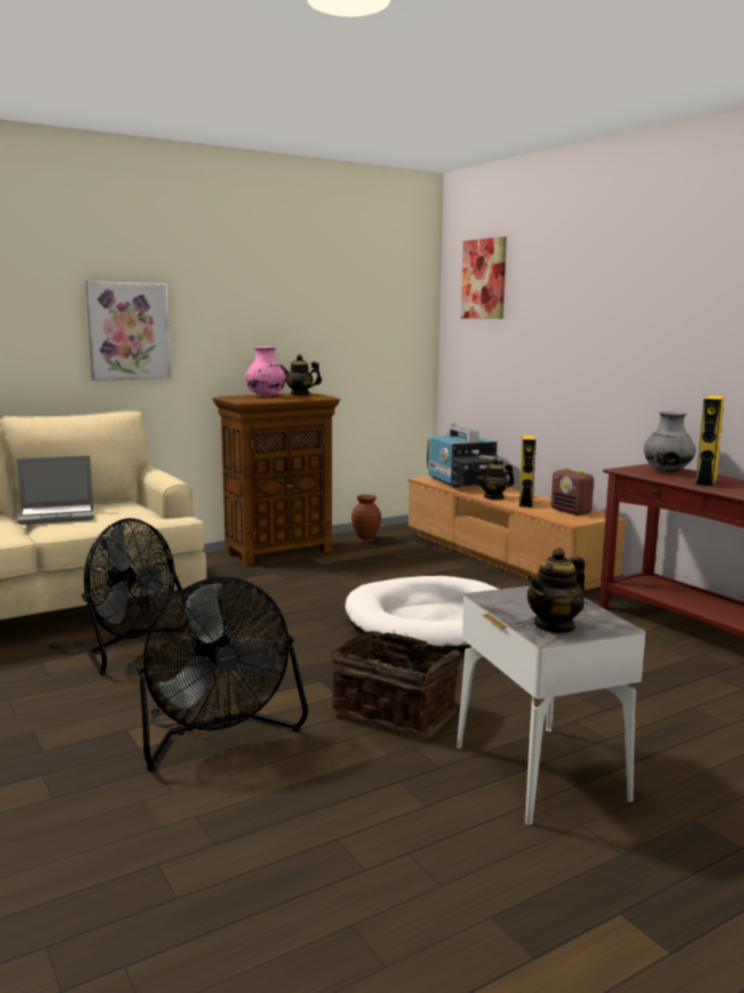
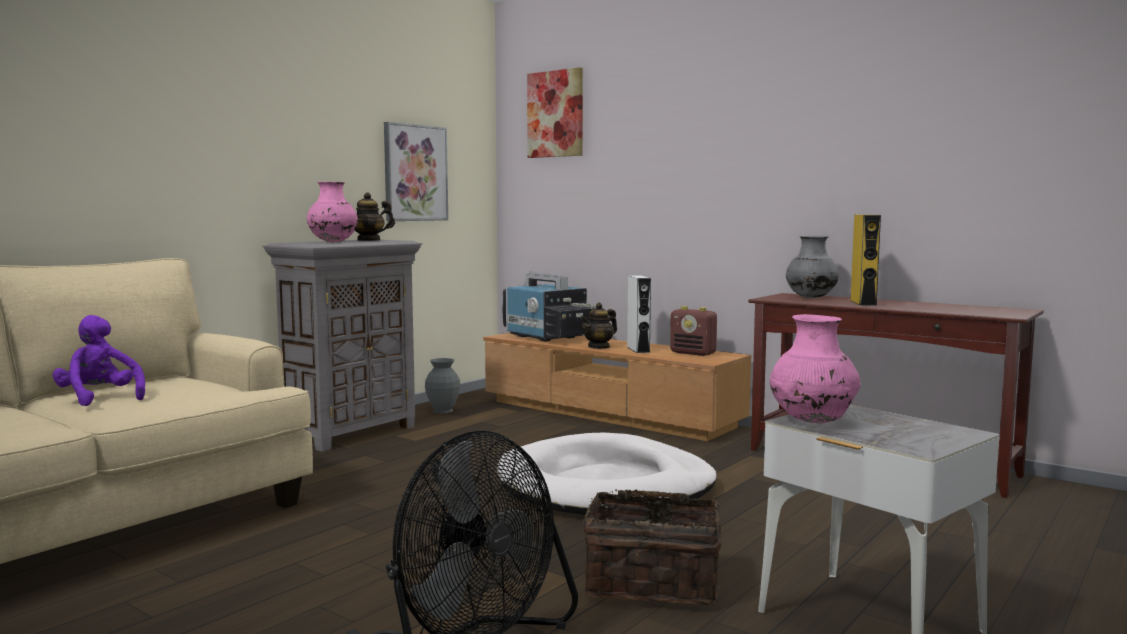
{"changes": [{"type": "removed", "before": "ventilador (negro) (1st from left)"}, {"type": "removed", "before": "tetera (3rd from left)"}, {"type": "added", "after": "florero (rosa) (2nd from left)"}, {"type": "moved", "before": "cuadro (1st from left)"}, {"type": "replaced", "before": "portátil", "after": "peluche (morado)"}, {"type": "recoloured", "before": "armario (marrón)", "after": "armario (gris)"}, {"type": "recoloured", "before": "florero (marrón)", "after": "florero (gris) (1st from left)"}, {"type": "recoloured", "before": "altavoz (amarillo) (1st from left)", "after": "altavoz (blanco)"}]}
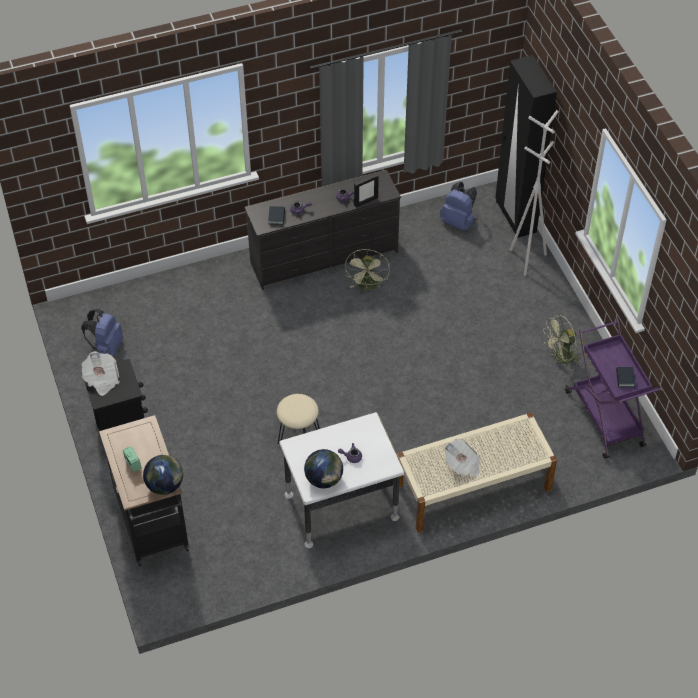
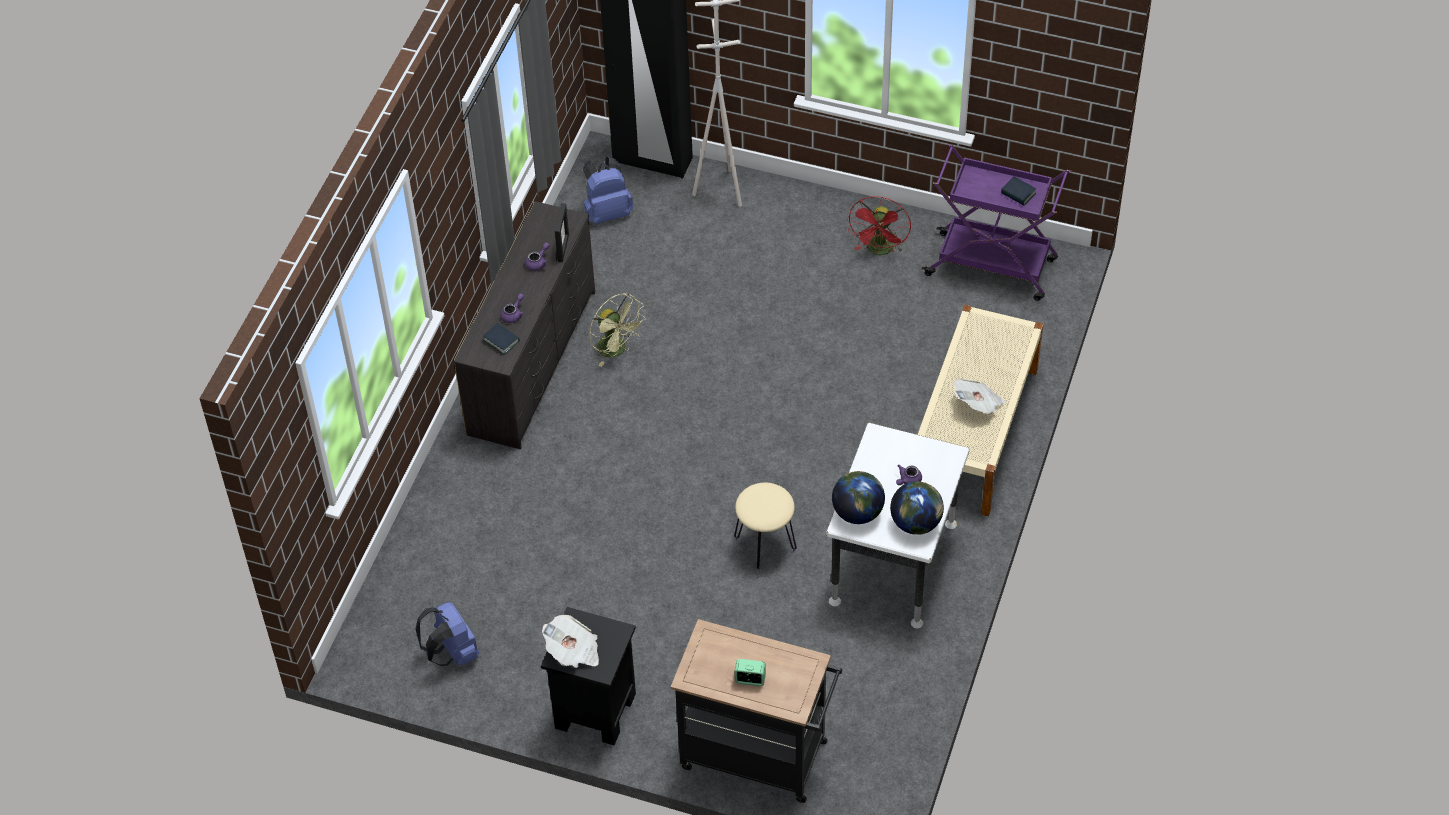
{"changes": [{"type": "moved", "before": "globo terráqueo (1st from left)"}, {"type": "recoloured", "before": "ventilador (verde) (2nd from left)", "after": "ventilador (rojo)"}]}
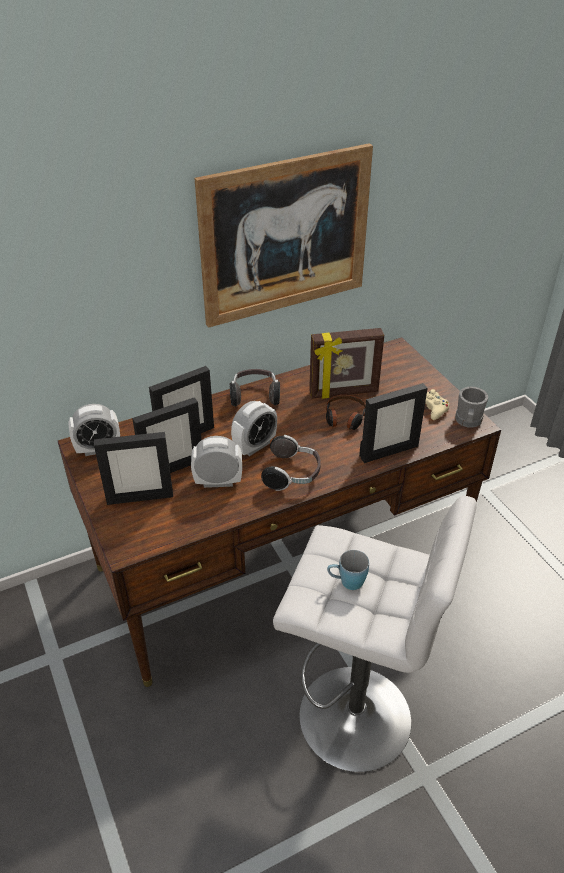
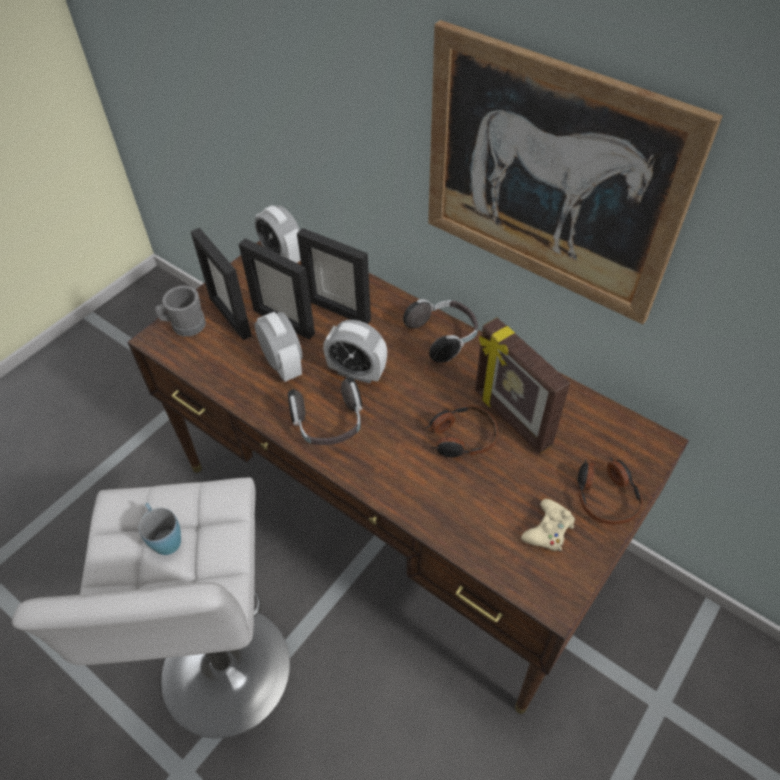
{"changes": [{"type": "removed", "before": "portarretratos (5th from left)"}, {"type": "added", "after": "auriculares (4th from left)"}, {"type": "moved", "before": "taza grande (gris)"}]}
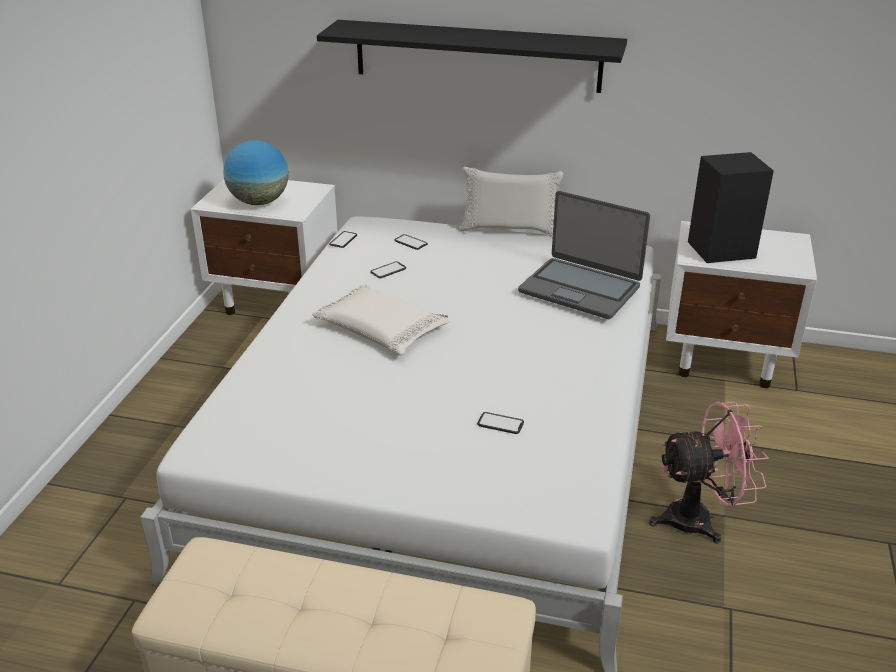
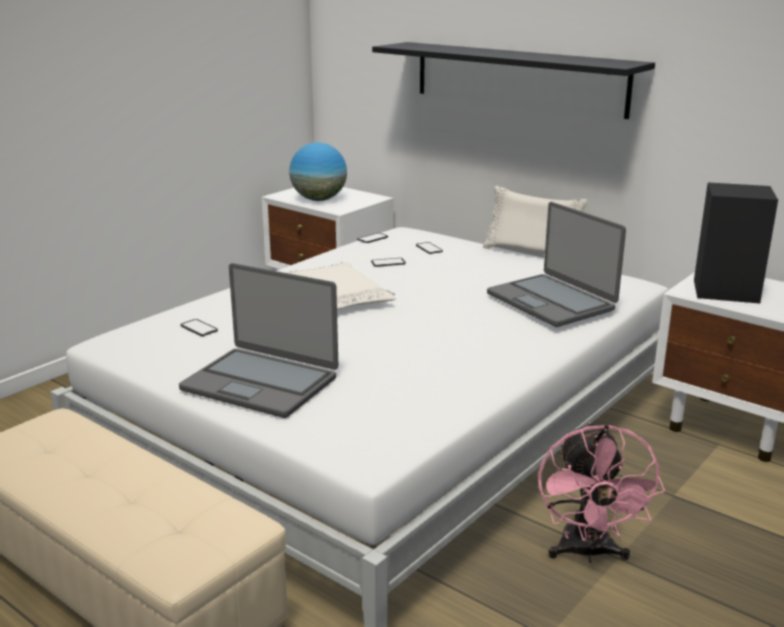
{"changes": [{"type": "added", "after": "portátil (1st from left)"}, {"type": "moved", "before": "móvil (4th from left in the first image)", "after": "móvil (1st from left)"}, {"type": "turned", "before": "ventilador (rosa)", "turn": 75}]}
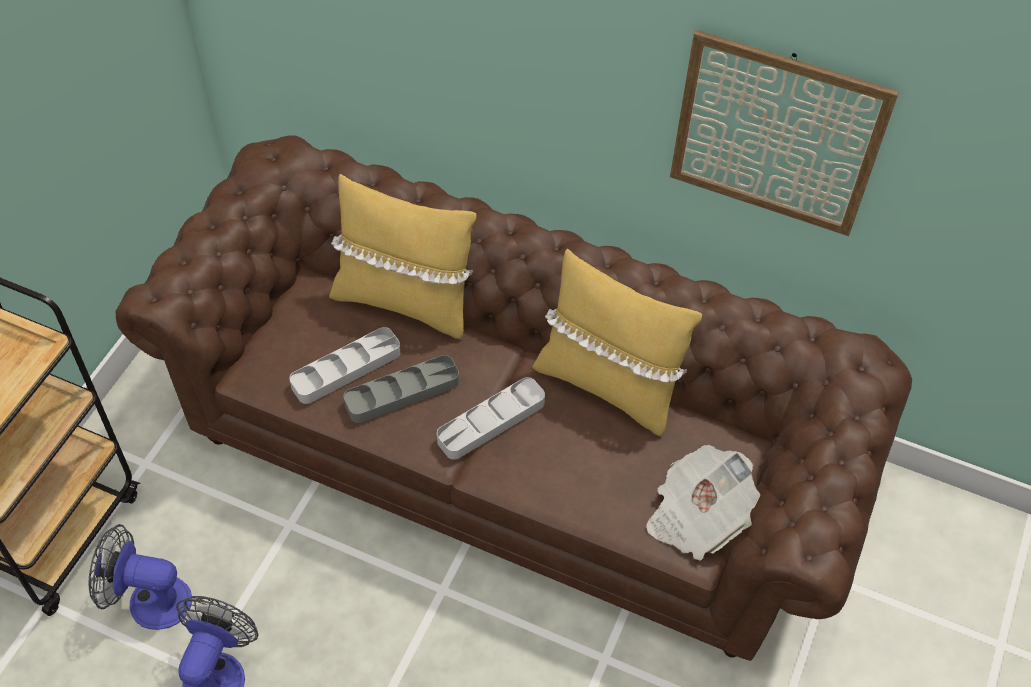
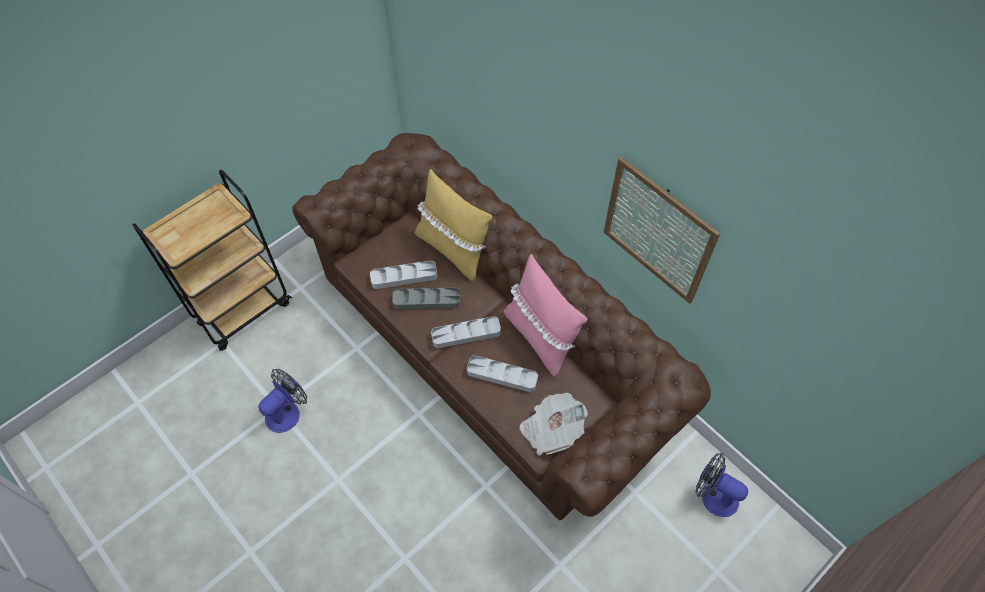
{"changes": [{"type": "added", "after": "bandeja (gris) (4th from left)"}, {"type": "moved", "before": "ventilador (1st from left in the first image)", "after": "ventilador (2nd from left)"}, {"type": "recoloured", "before": "cojín (amarillo) (2nd from left)", "after": "cojín (rosa)"}]}
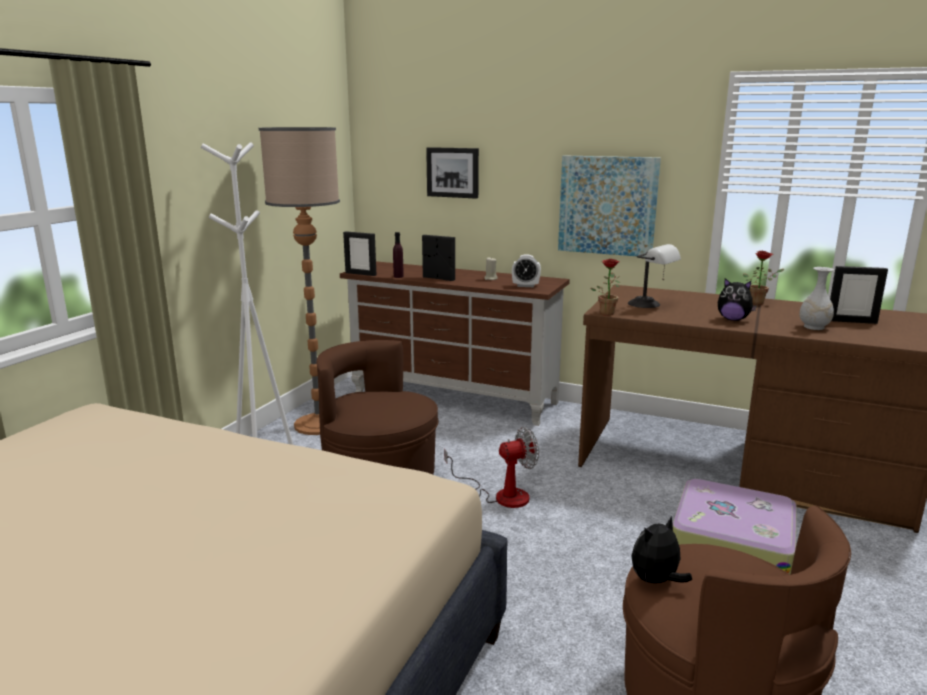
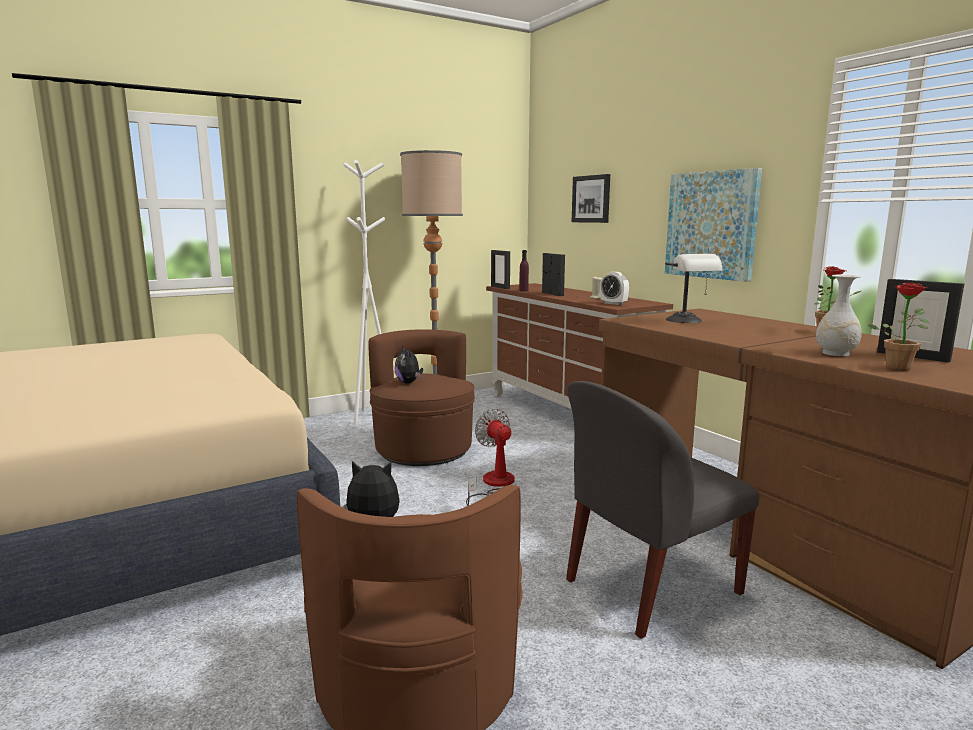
{"changes": [{"type": "moved", "before": "planta en maceta (1st from left in the first image)", "after": "planta en maceta (2nd from left)"}, {"type": "moved", "before": "peluche (2nd from left)"}, {"type": "replaced", "before": "maleta", "after": "silla (gris)"}, {"type": "turned", "before": "ventilador", "turn": -135}]}
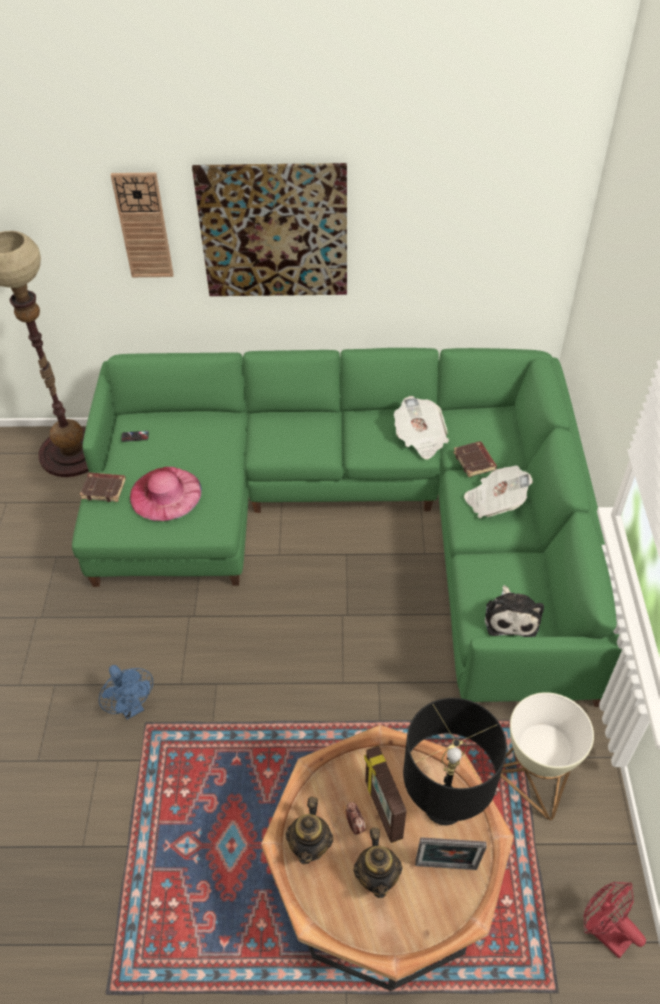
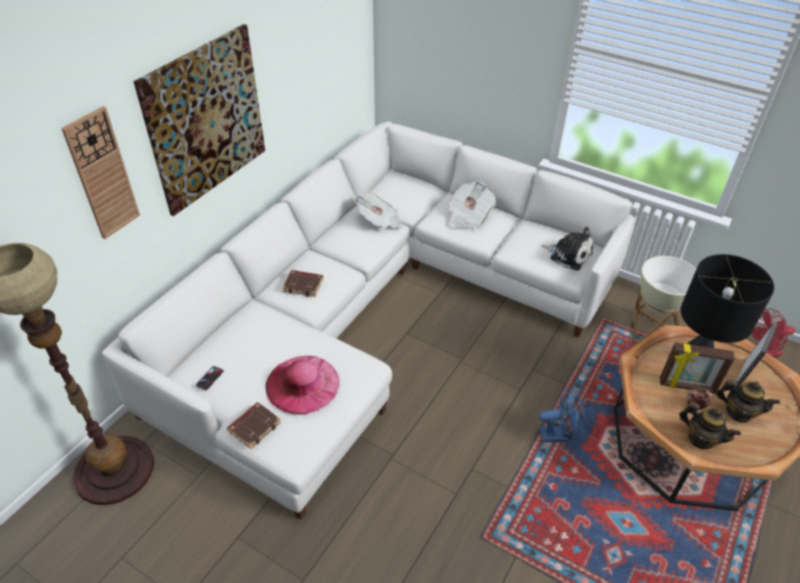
{"changes": [{"type": "moved", "before": "ventilador (azul)"}, {"type": "moved", "before": "libro (marrón) (2nd from left)"}, {"type": "recoloured", "before": "sofá (verde)", "after": "sofá (blanco)"}]}
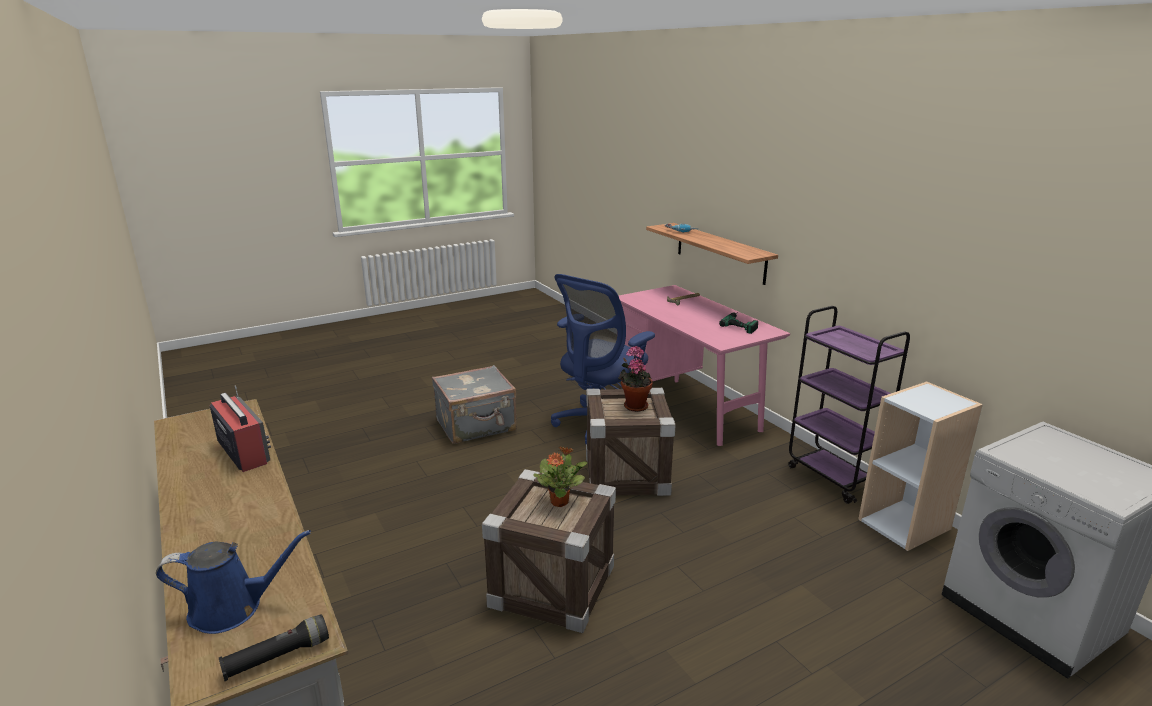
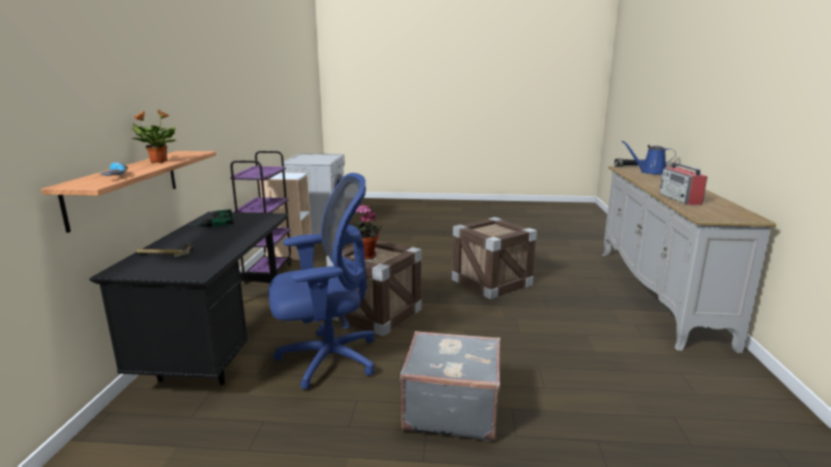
{"changes": [{"type": "moved", "before": "planta en maceta (1st from left)"}, {"type": "recoloured", "before": "escritorio (rosa)", "after": "escritorio (negro)"}]}
